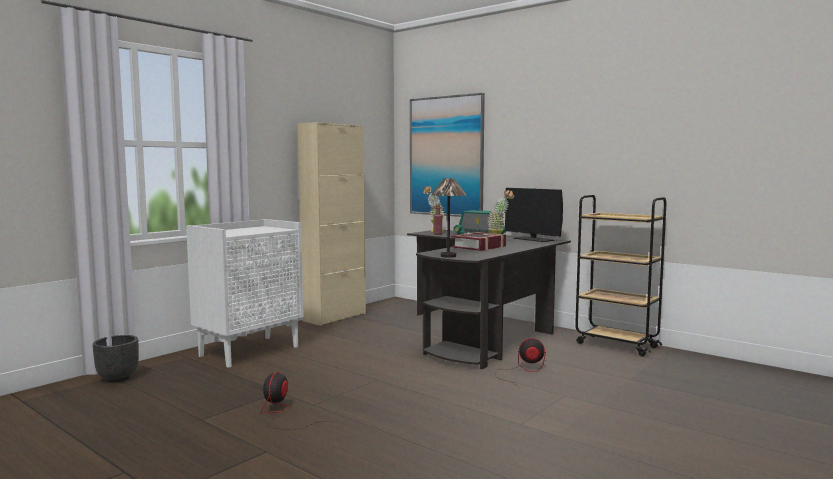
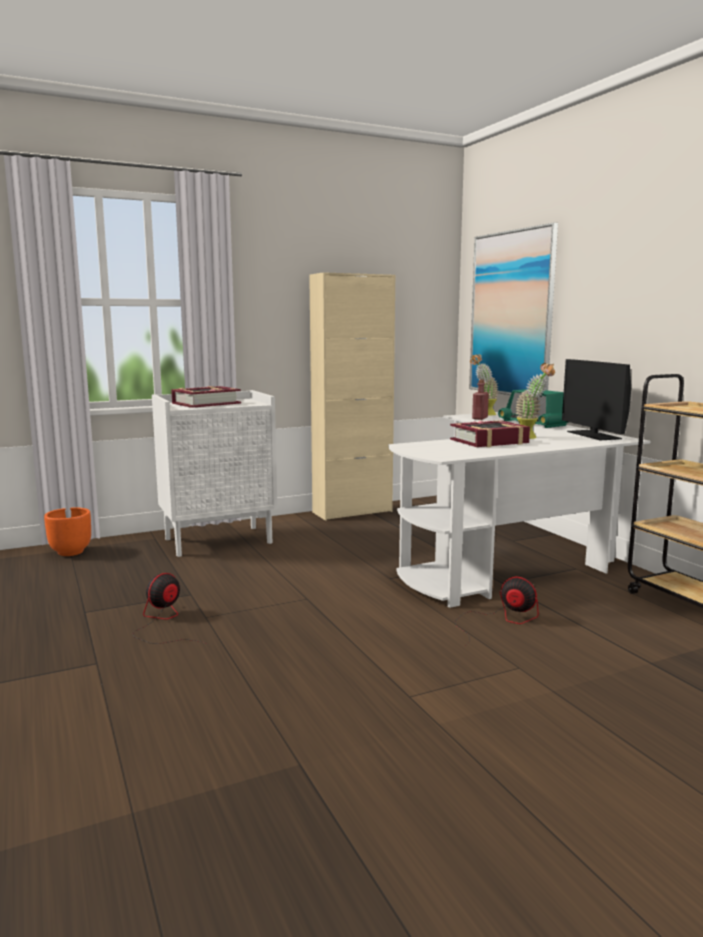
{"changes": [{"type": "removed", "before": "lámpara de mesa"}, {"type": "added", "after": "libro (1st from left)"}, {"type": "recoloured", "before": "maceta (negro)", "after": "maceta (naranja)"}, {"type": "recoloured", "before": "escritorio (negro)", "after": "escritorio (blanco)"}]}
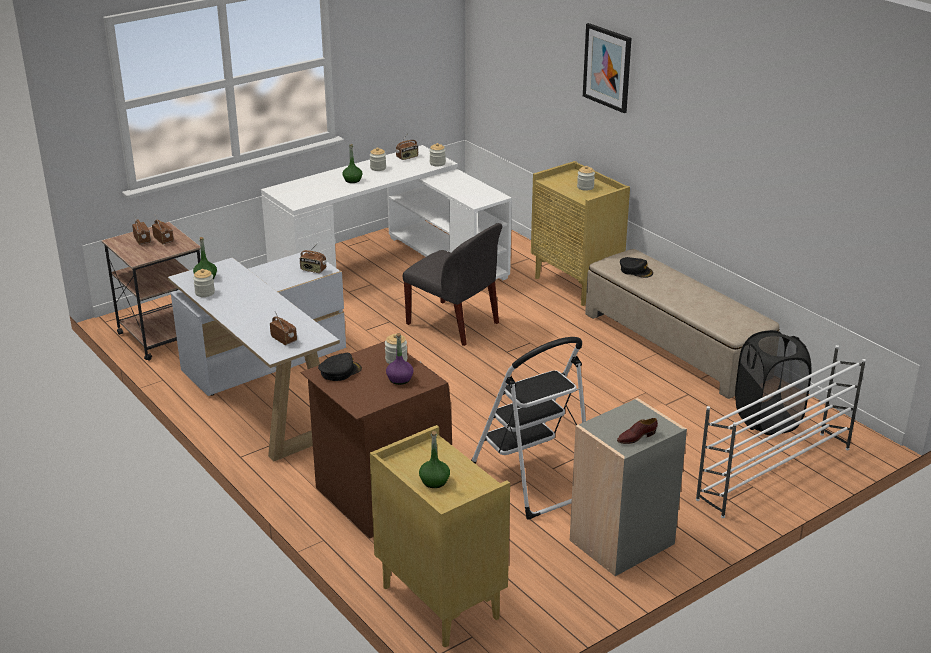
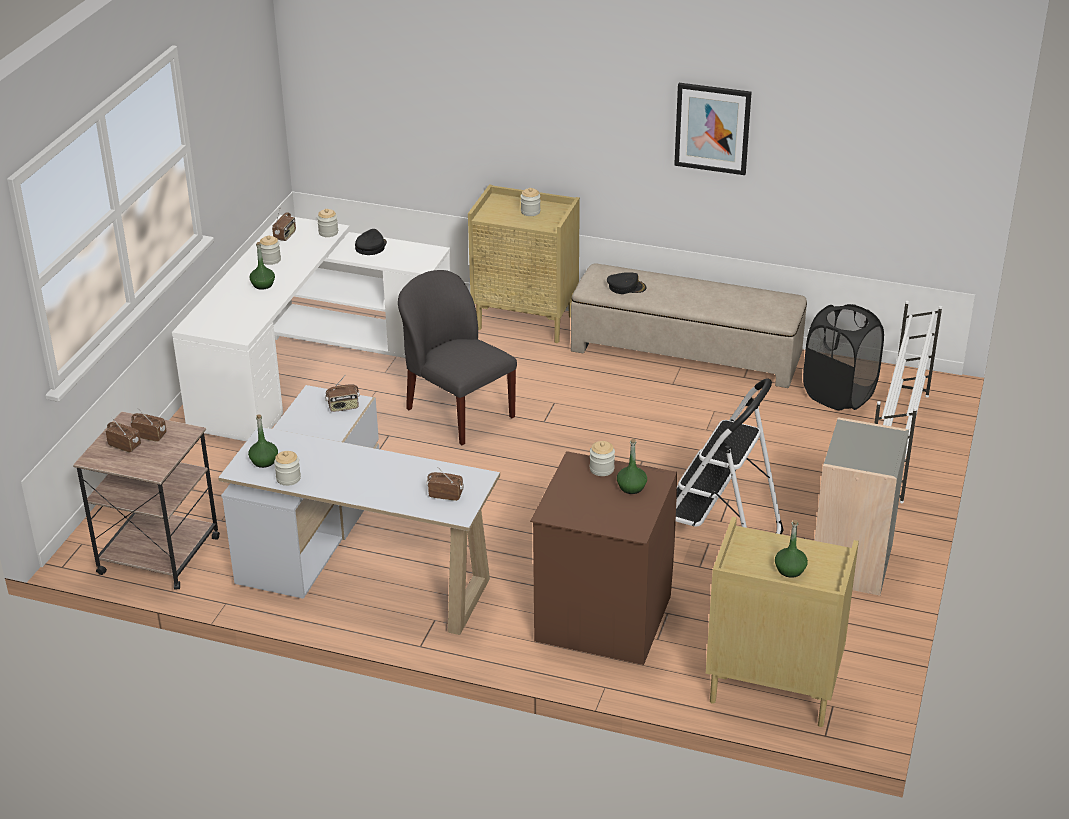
{"changes": [{"type": "removed", "before": "zapato (marrón)"}, {"type": "moved", "before": "gorra (negro) (1st from left)"}, {"type": "moved", "before": "cuadro"}, {"type": "recoloured", "before": "botella (morado)", "after": "botella (verde) (3rd from left)"}, {"type": "turned", "before": "silla (gris)", "turn": -135}]}
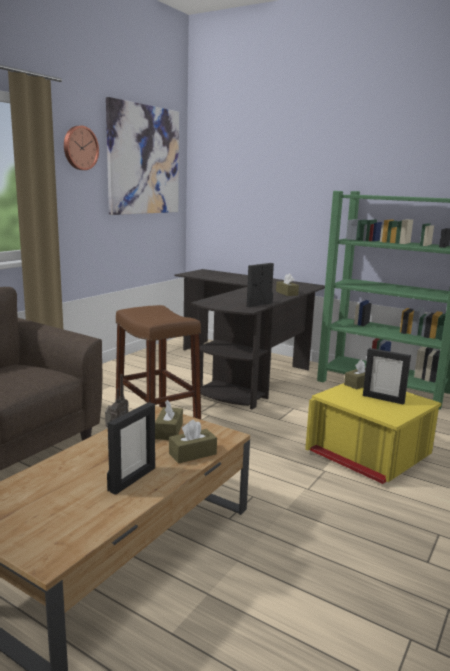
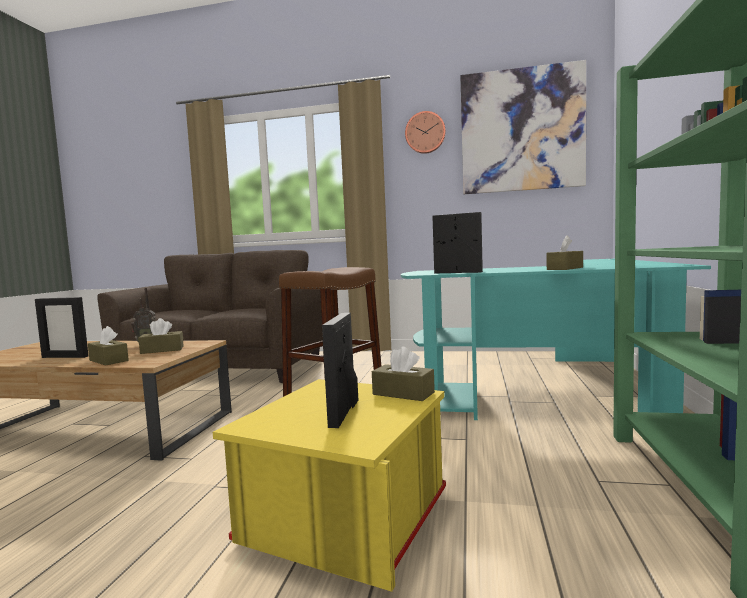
{"changes": [{"type": "recoloured", "before": "escritorio (negro)", "after": "escritorio (turquesa)"}]}
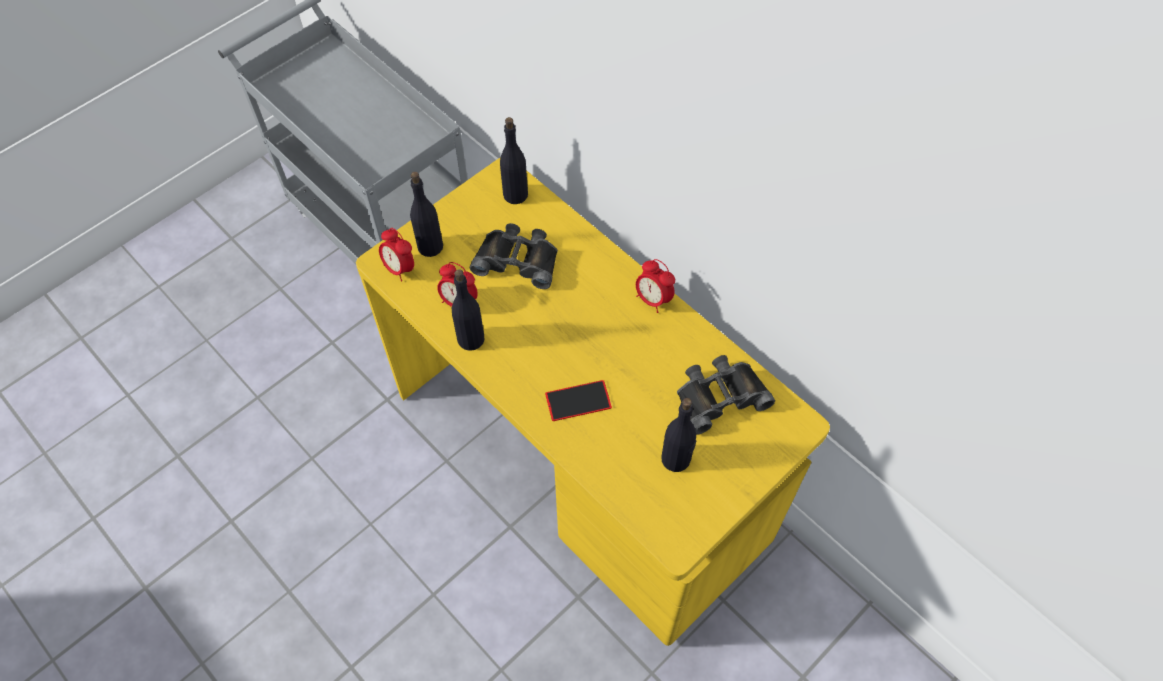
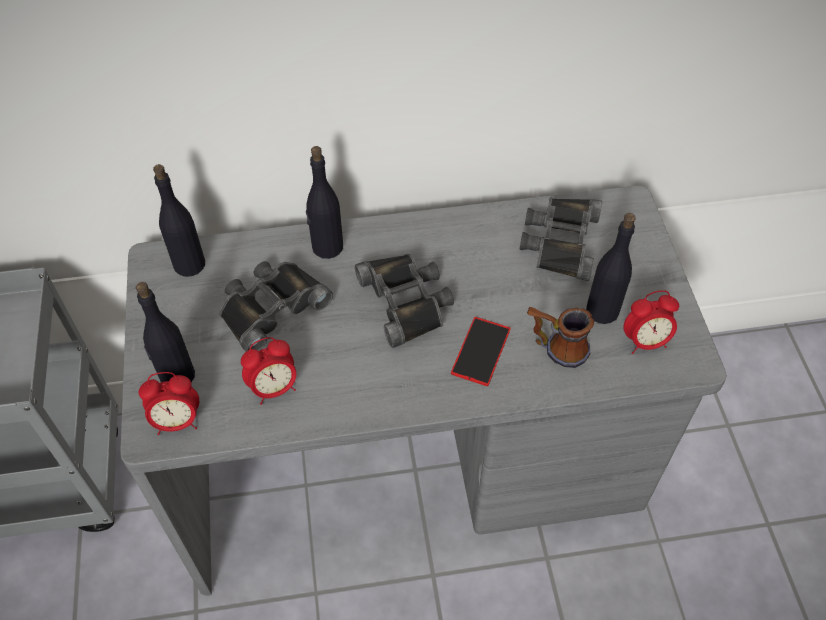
{"changes": [{"type": "added", "after": "prismáticos (negro) (2nd from left)"}, {"type": "added", "after": "taza grande"}, {"type": "moved", "before": "botella (negro) (2nd from left in the first image)", "after": "botella (negro) (3rd from left)"}, {"type": "moved", "before": "despertador (3rd from left)"}, {"type": "recoloured", "before": "escritorio (amarillo)", "after": "escritorio (gris)"}]}
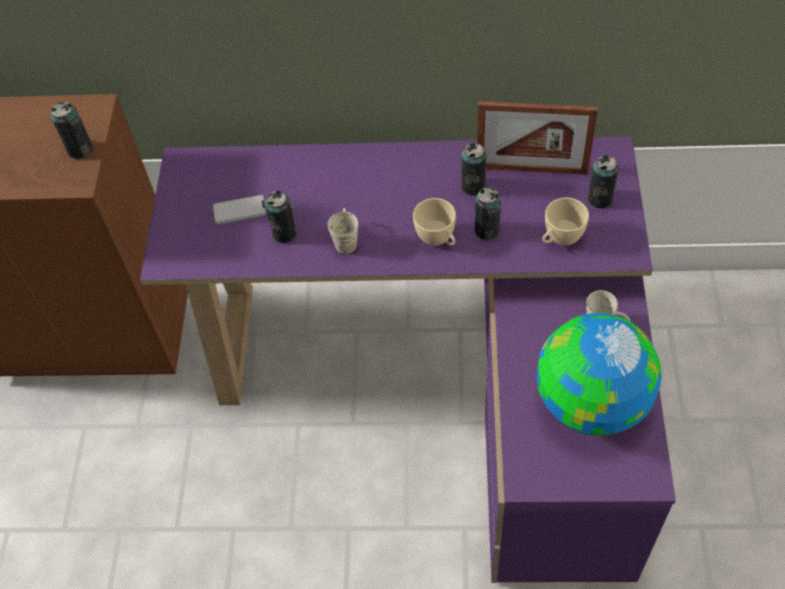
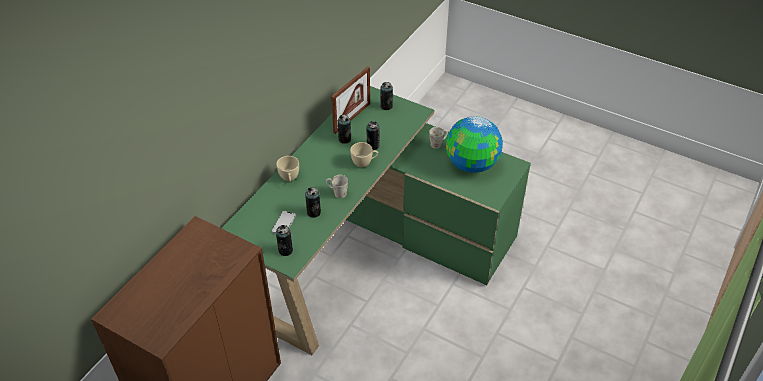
{"changes": [{"type": "moved", "before": "lata (1st from left)"}, {"type": "moved", "before": "taza (beis) (2nd from left in the first image)", "after": "taza (beis) (1st from left)"}, {"type": "recoloured", "before": "escritorio (morado)", "after": "escritorio (verde)"}]}
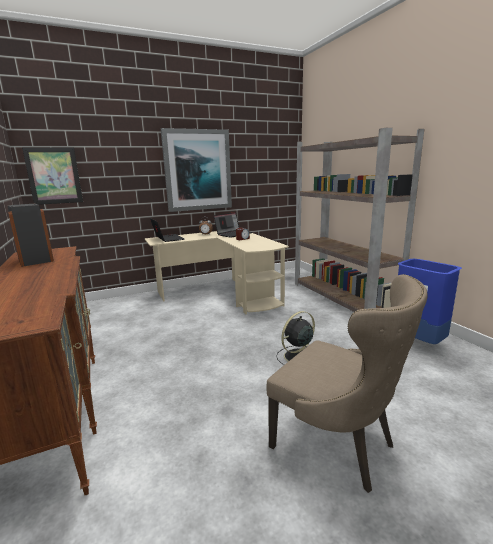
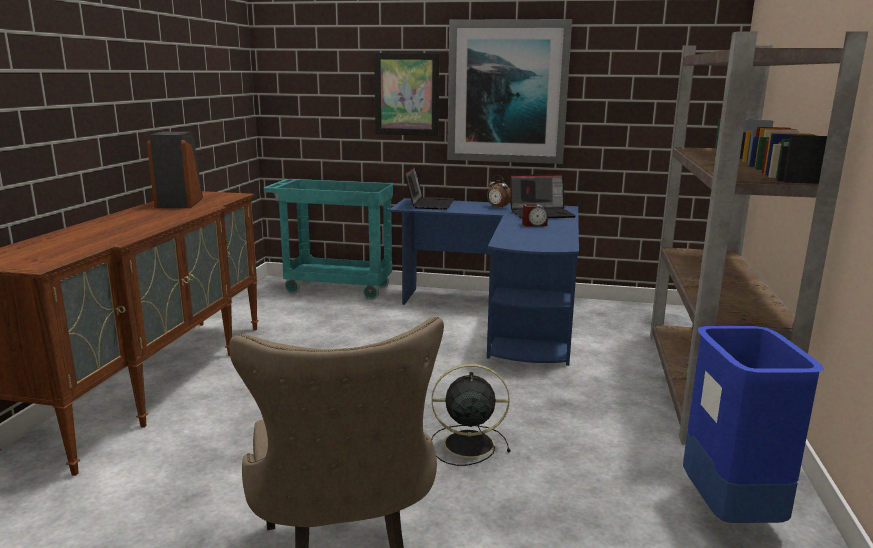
{"changes": [{"type": "added", "after": "carrito (turquesa)"}, {"type": "moved", "before": "cuadro (1st from left)"}, {"type": "recoloured", "before": "escritorio (beis)", "after": "escritorio (azul)"}]}
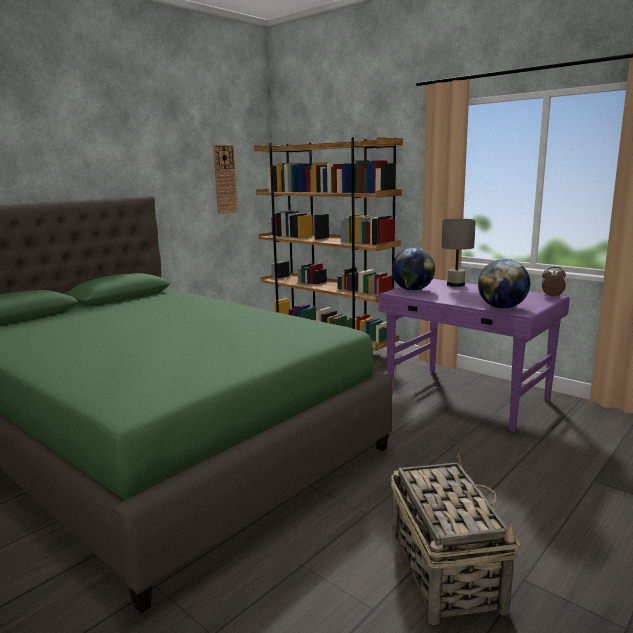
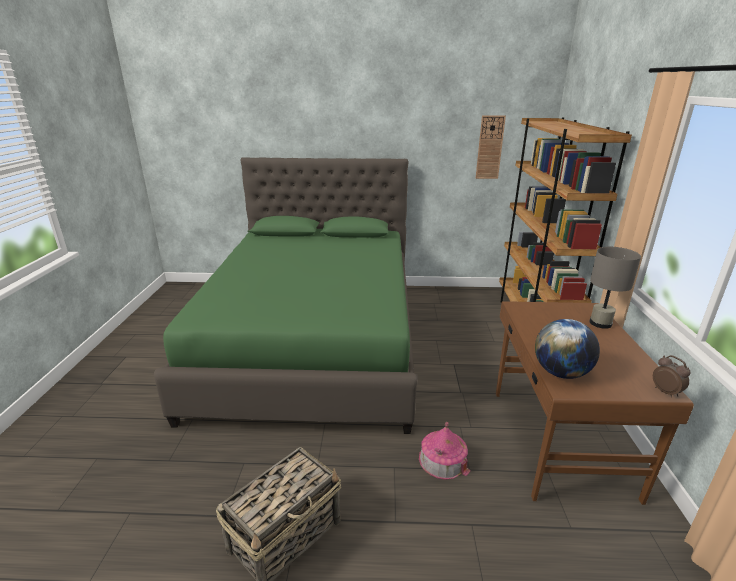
{"changes": [{"type": "removed", "before": "globo terráqueo (1st from left)"}, {"type": "added", "after": "casita"}, {"type": "recoloured", "before": "escritorio (morado)", "after": "escritorio (marrón)"}]}
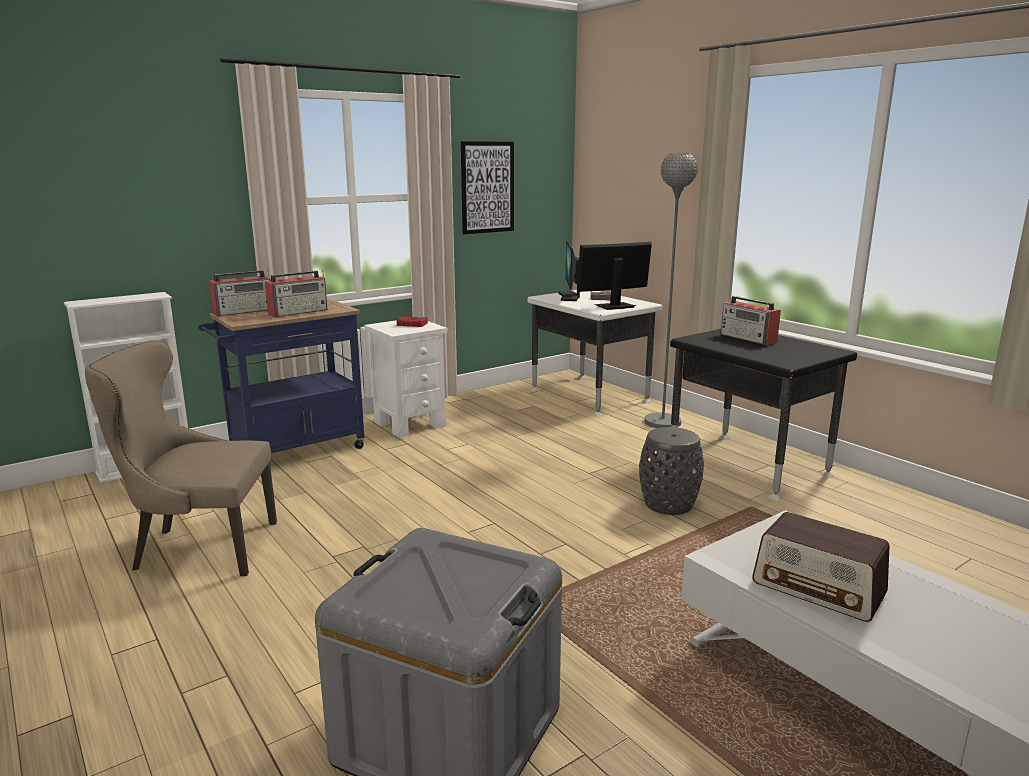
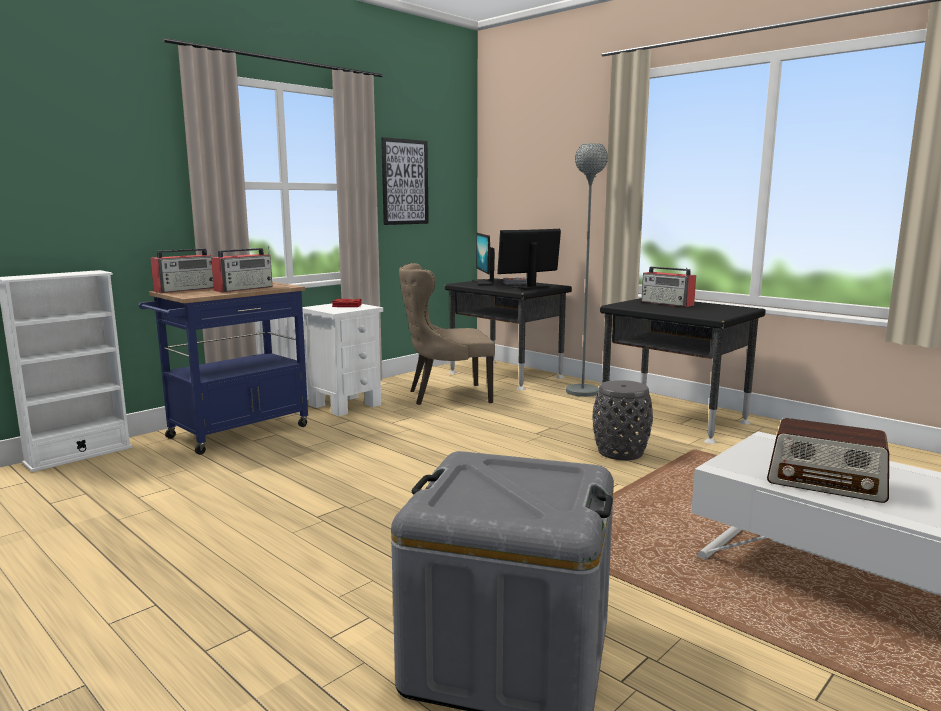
{"changes": [{"type": "moved", "before": "silla (beis)"}, {"type": "recoloured", "before": "escritorio (blanco)", "after": "escritorio (negro) (1st from left)"}]}
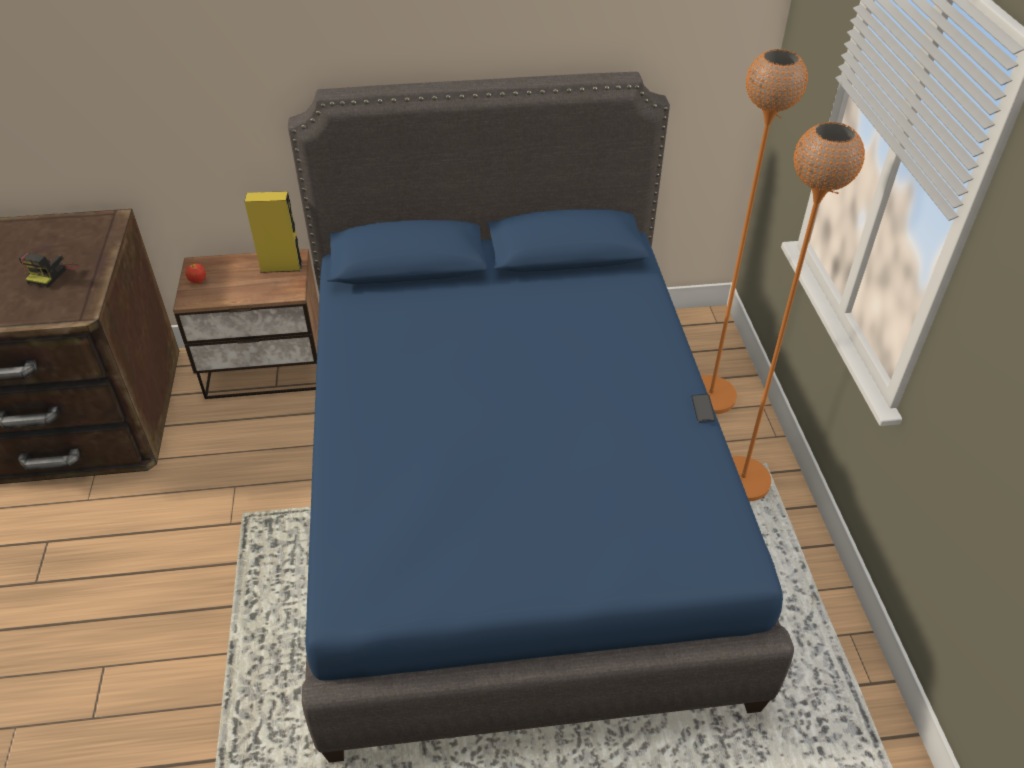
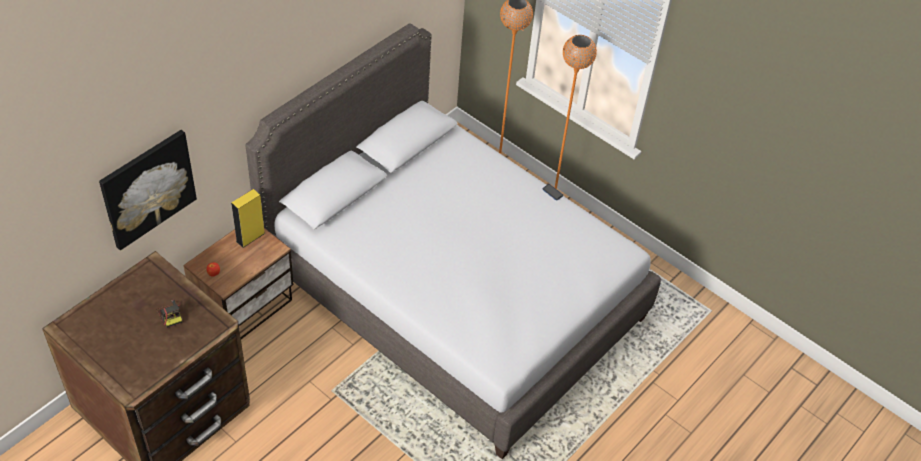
{"changes": [{"type": "added", "after": "cuadro"}, {"type": "recoloured", "before": "cama (azul)", "after": "cama (gris)"}]}
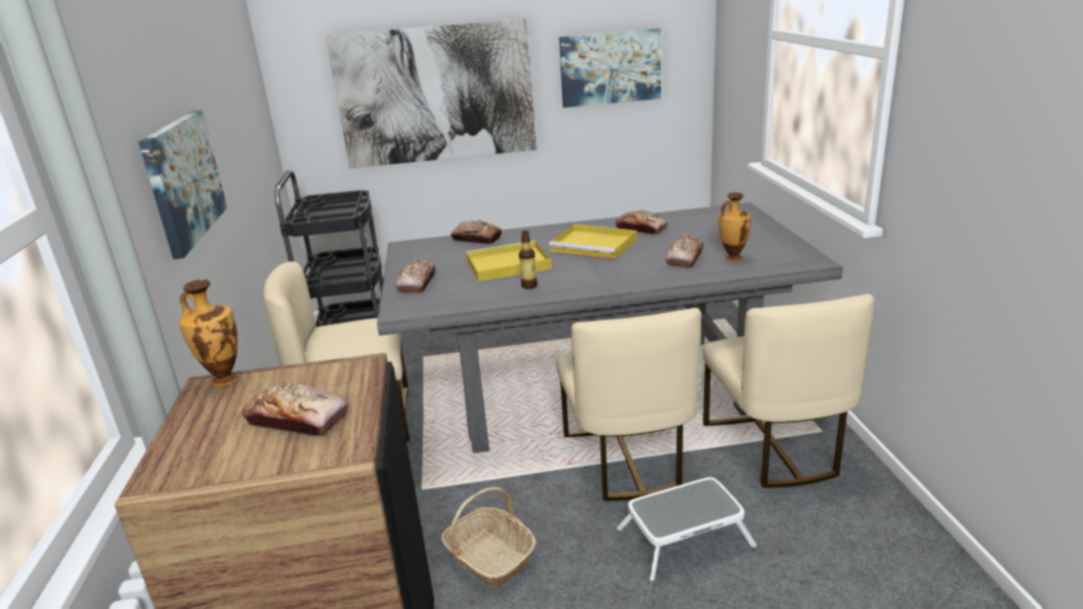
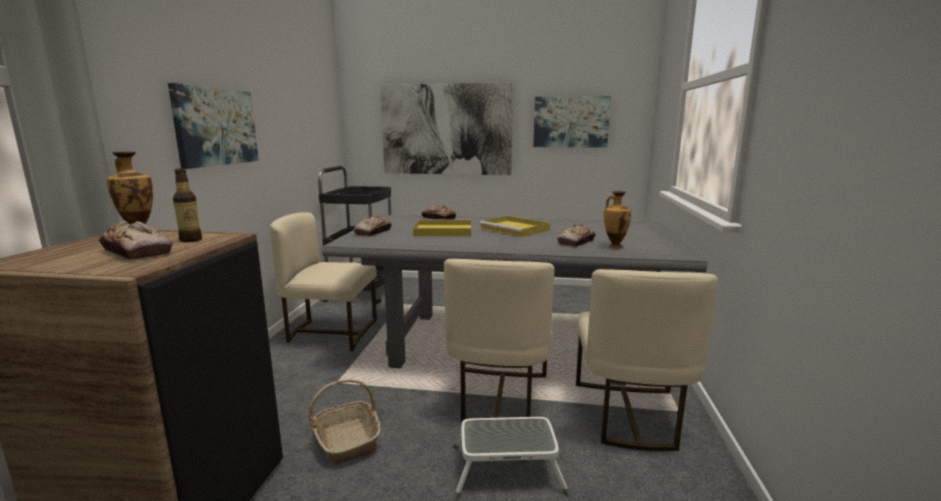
{"changes": [{"type": "removed", "before": "pan (4th from left)"}, {"type": "moved", "before": "botella"}]}
